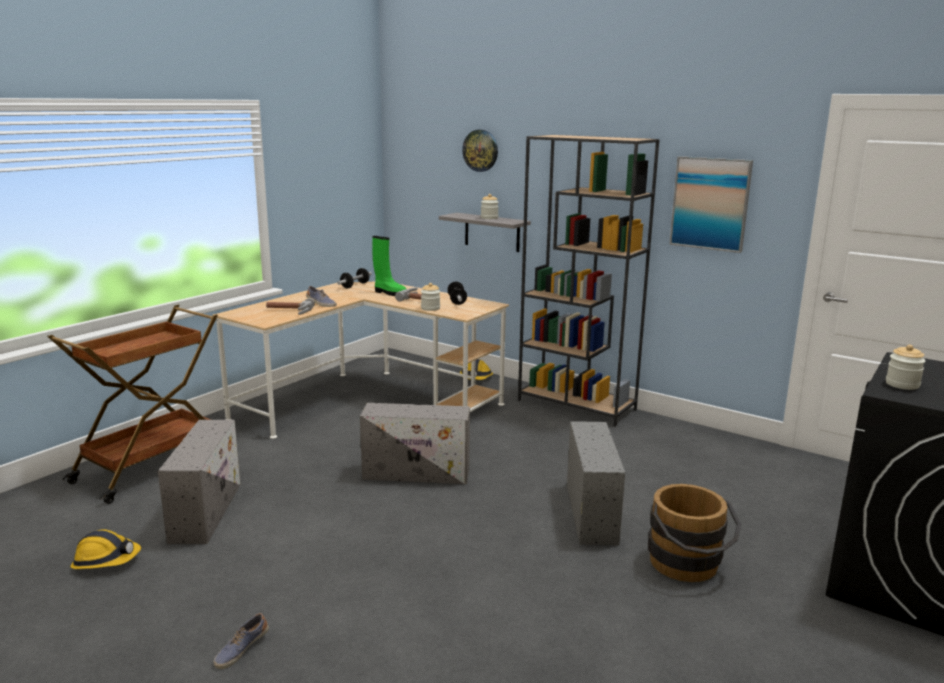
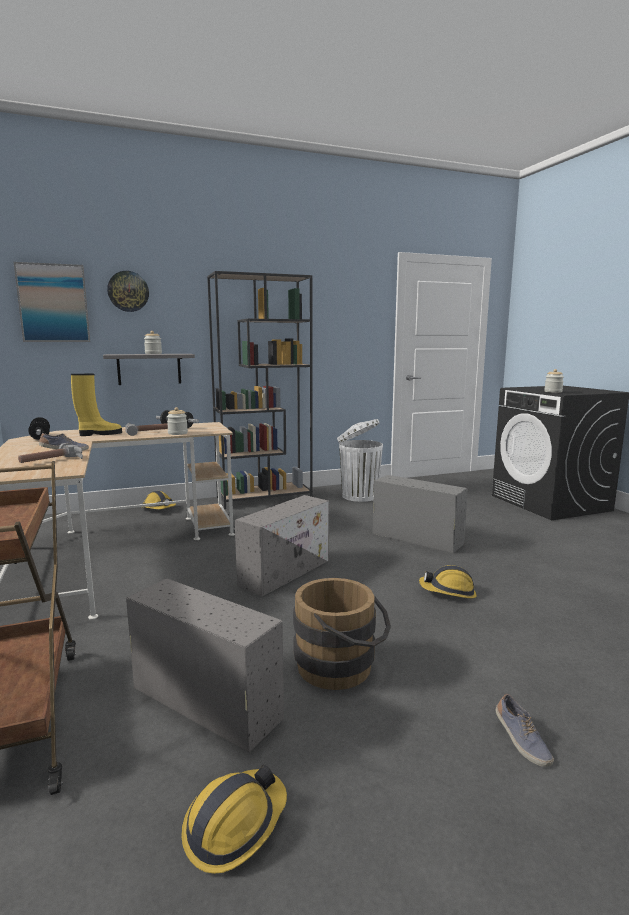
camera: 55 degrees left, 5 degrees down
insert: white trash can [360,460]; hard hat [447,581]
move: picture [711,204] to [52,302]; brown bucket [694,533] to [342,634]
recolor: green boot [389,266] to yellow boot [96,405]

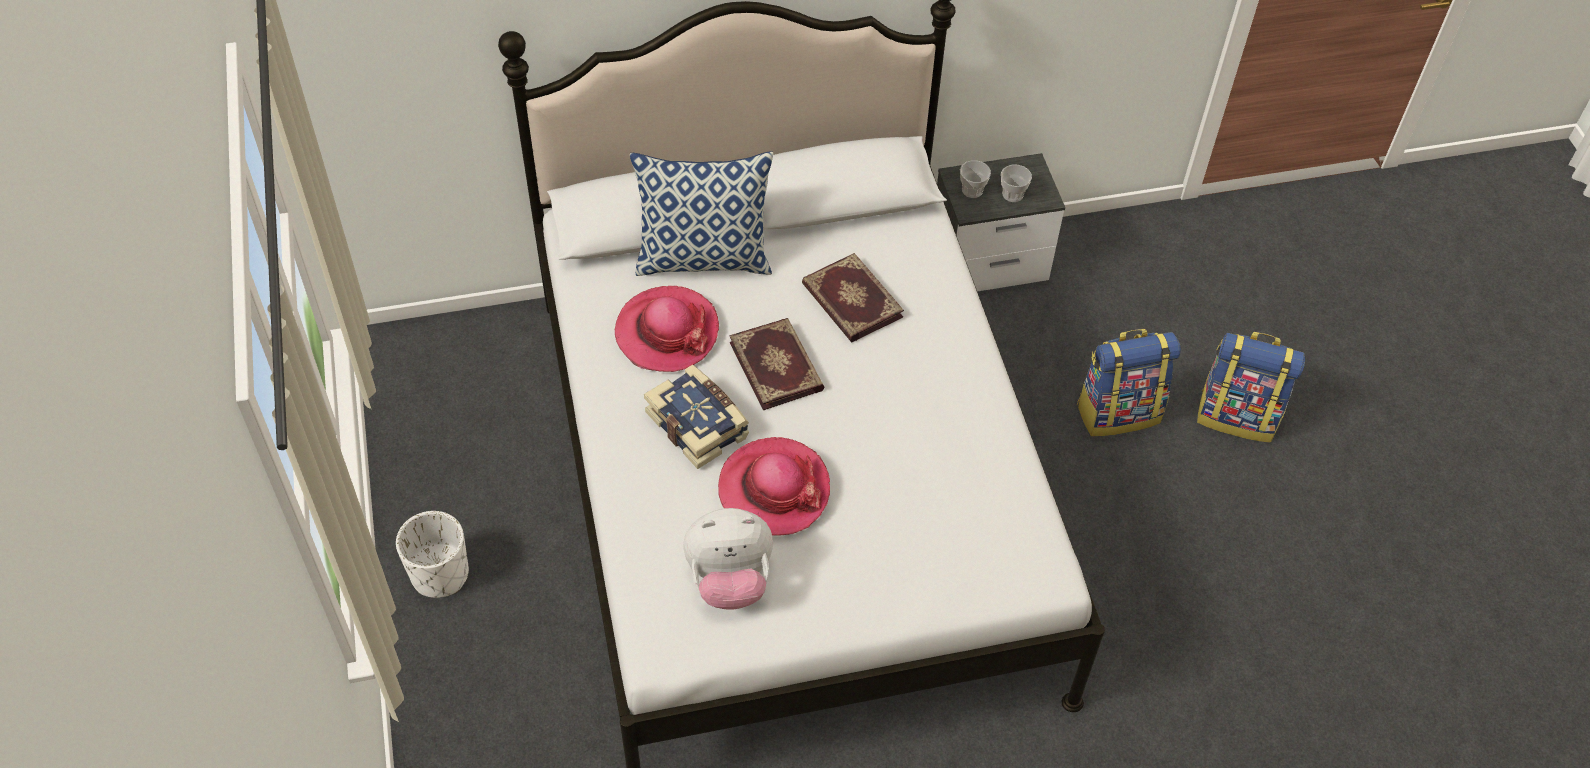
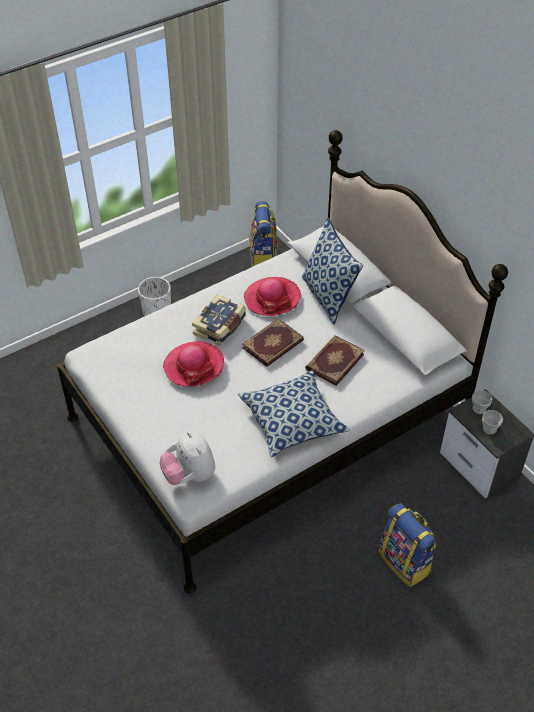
camera: 70 degrees right, 5 degrees down
insert: pillow [294,413]
move: backpack [1251,387] to [264,234]; plush toy [728,559] to [187,458]

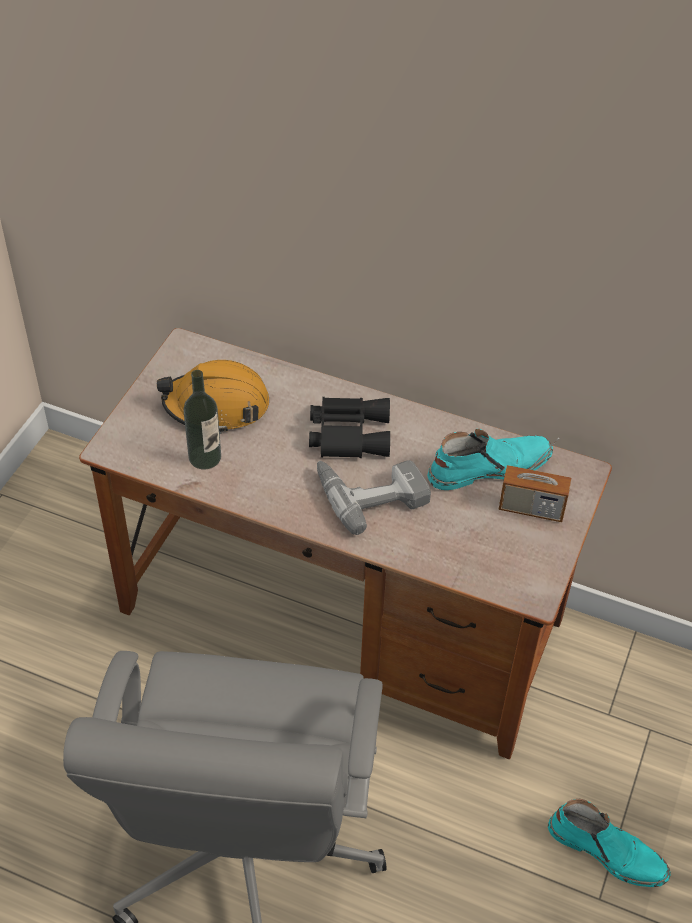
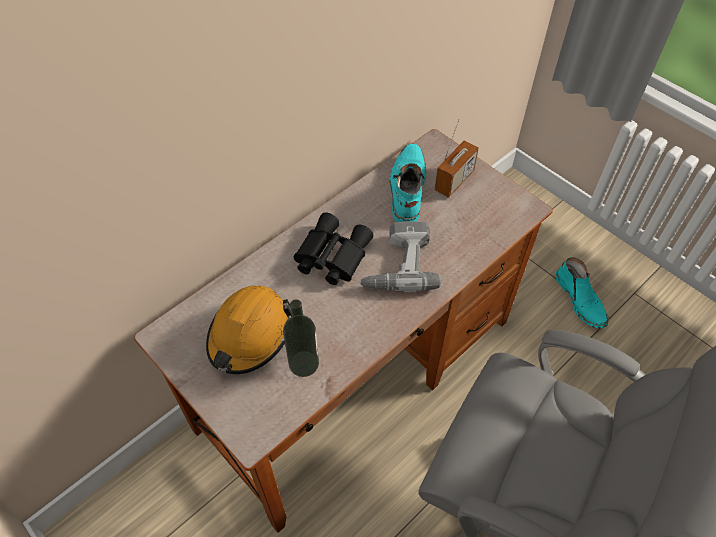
camera: 65 degrees left, 5 degrees up
rotate: turquoise boot [609,843] = [581,292] 105 degrees clockwise

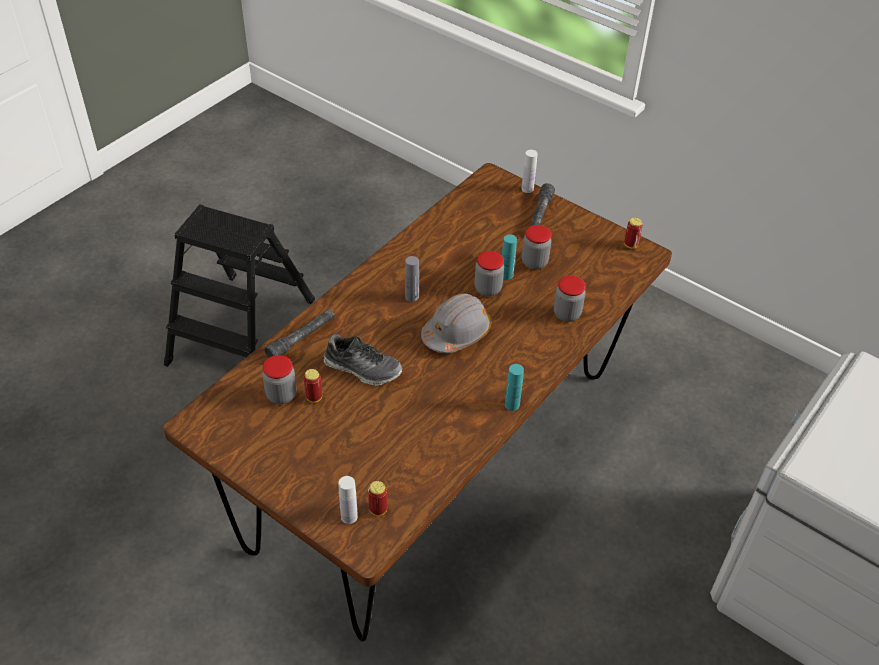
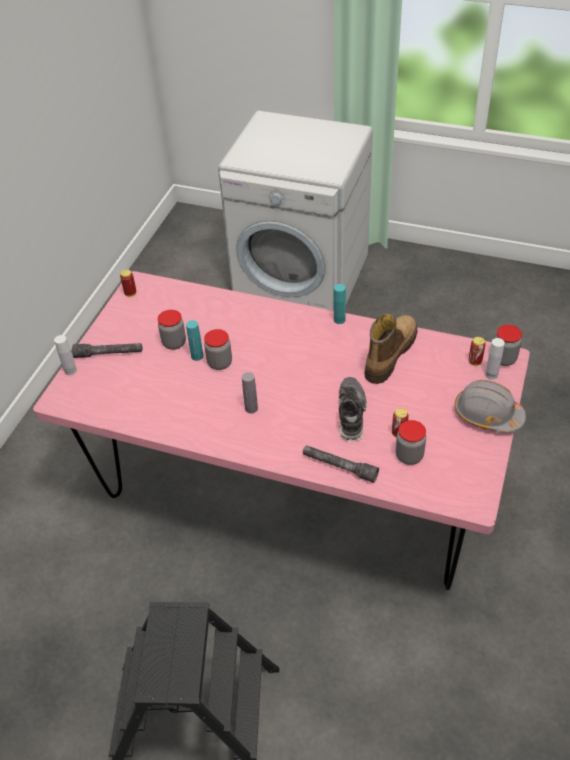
camera: 105 degrees left, 0 degrees up
insert: boot [390,349]
move: jar [570,299] to [508,345]; grey hard hat [456,323] to [490,406]
recolor: brown dining table [417,402] to pink dining table [281,430]

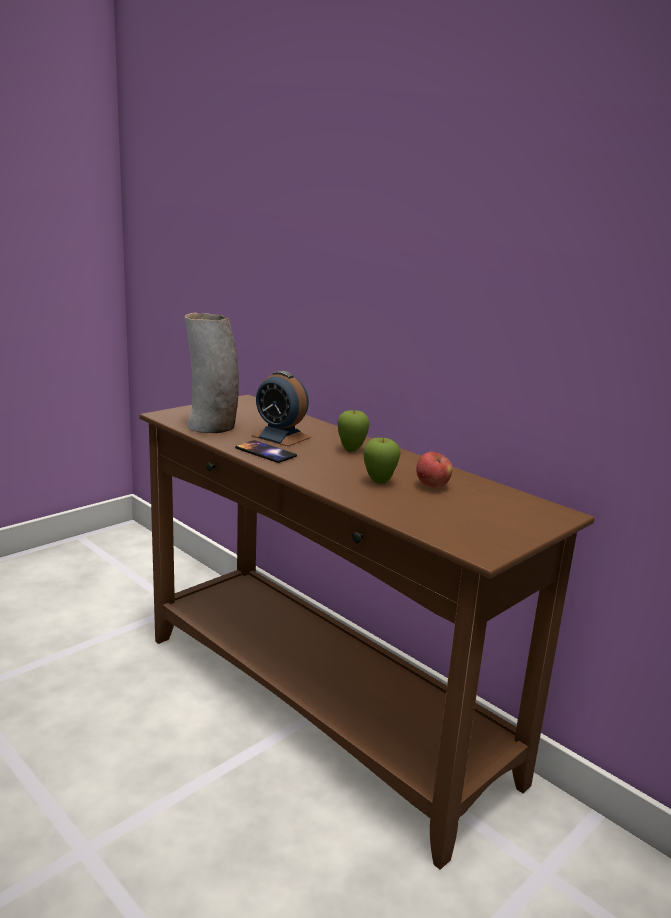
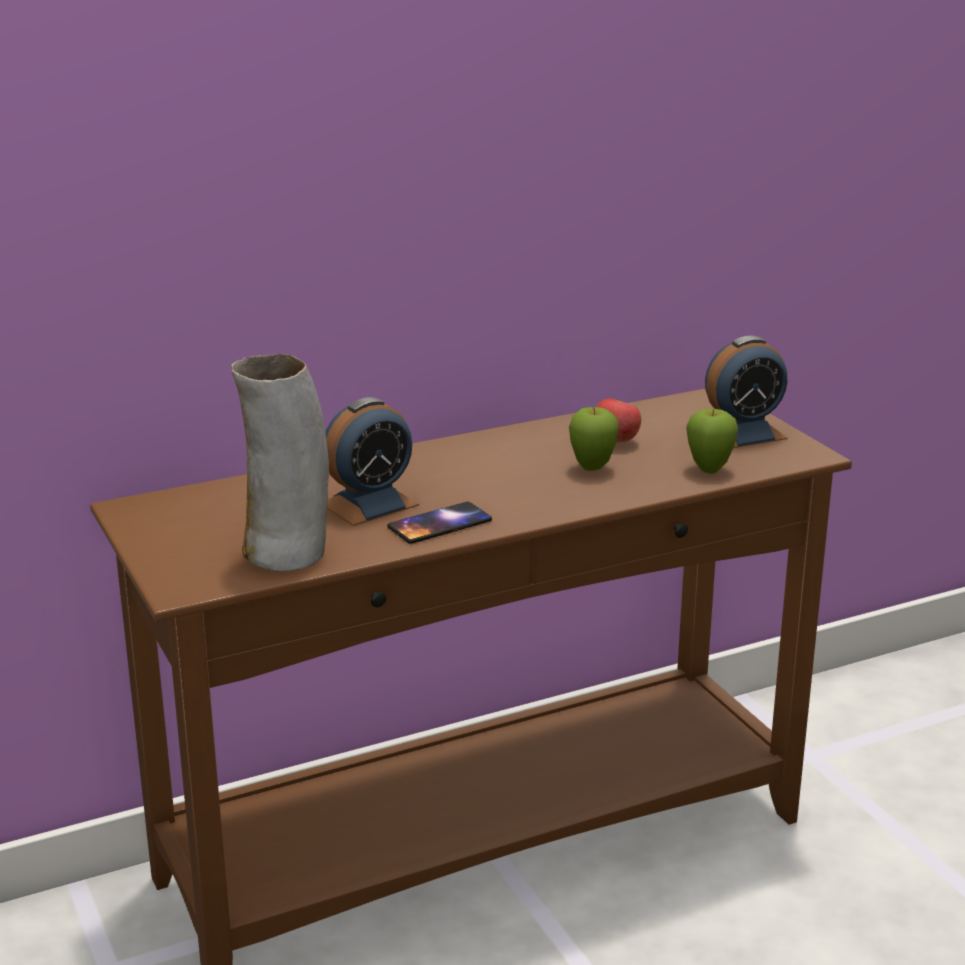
camera: 70 degrees left, 5 degrees up
insert: alarm clock [746,392]
move: apple [353,431] to [712,441]

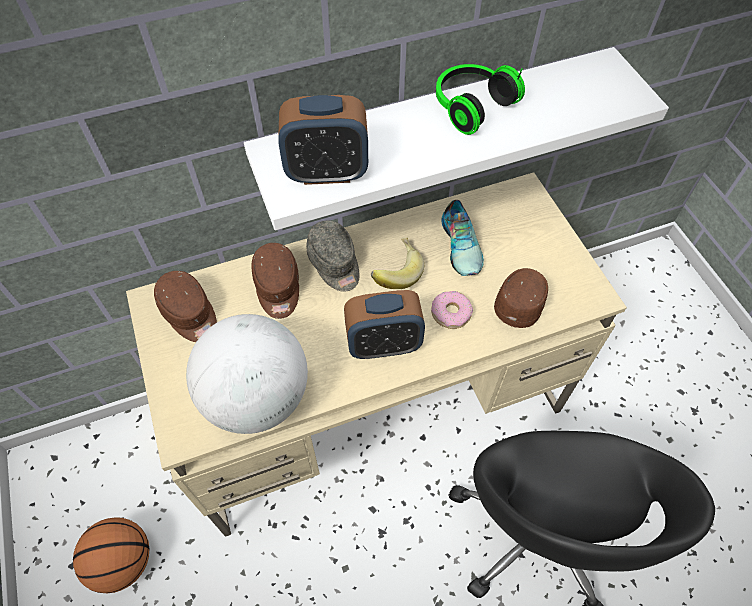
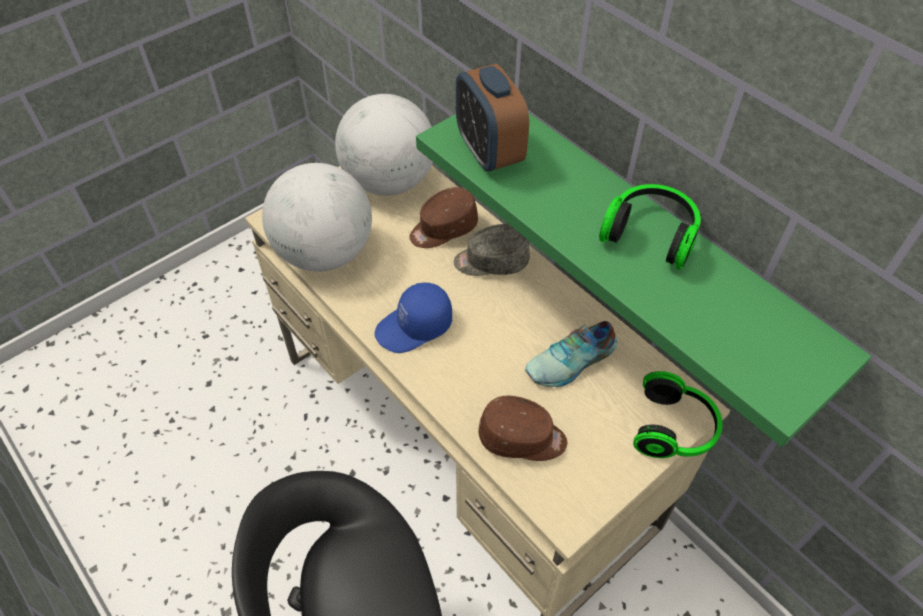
camera: 70 degrees right, 5 degrees down
delete: banana [397,263]; donut [452,310]; basketball [111,555]
insert: headphones [678,414]
replace: brown cap [185,306] to globe [384,145]; alarm clock [384,324] to blue cap [413,318]
recolor: white shelf [456,138] to green shelf [644,279]
rotate: grey cap [332,256] = [492,250] 45 degrees clockwise

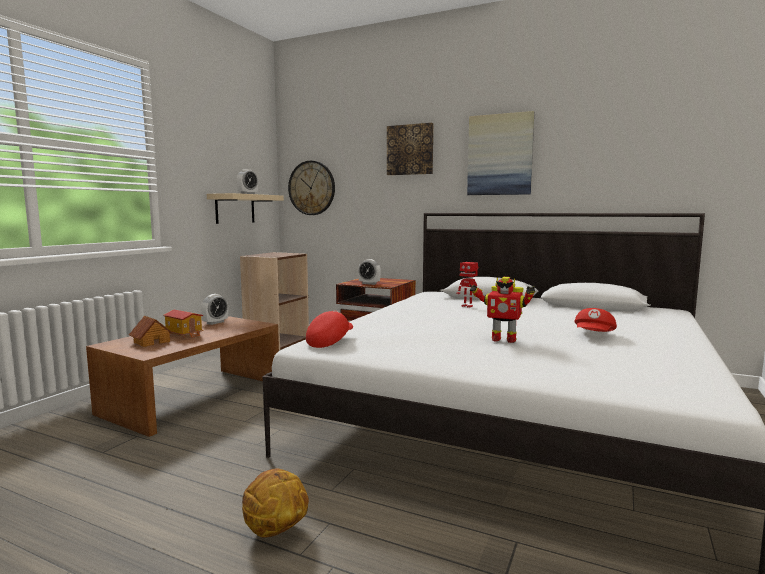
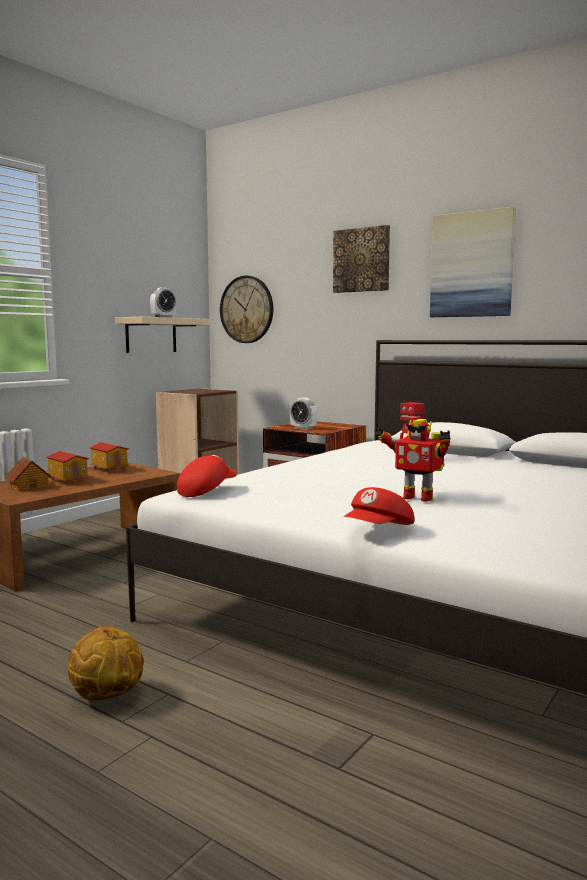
camera: 10 degrees right, 0 degrees up
move: red cap [596,320] to [379,506]
replace: alarm clock [214,309] to toy house [109,457]

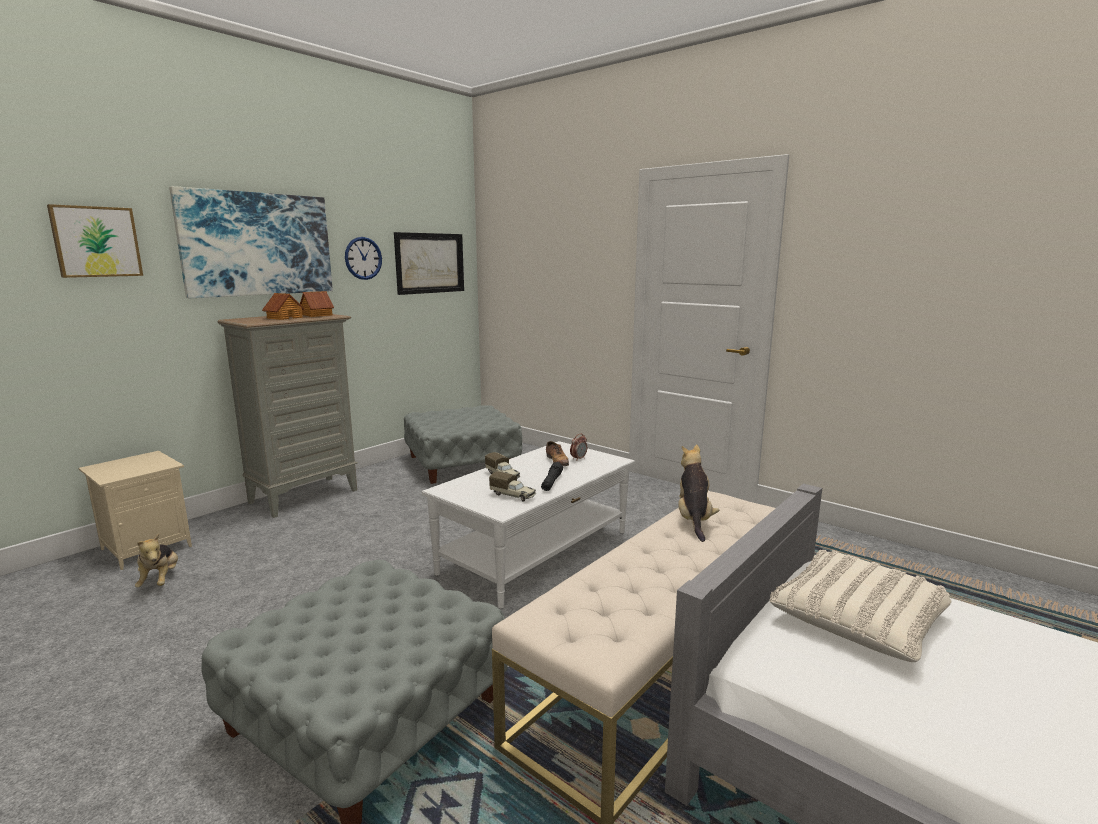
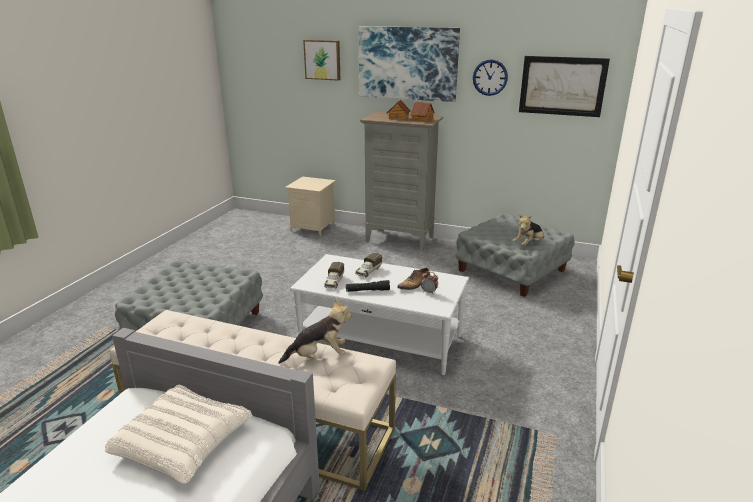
camera: 70 degrees right, 10 degrees up
move: plush toy [156,560] to [528,230]

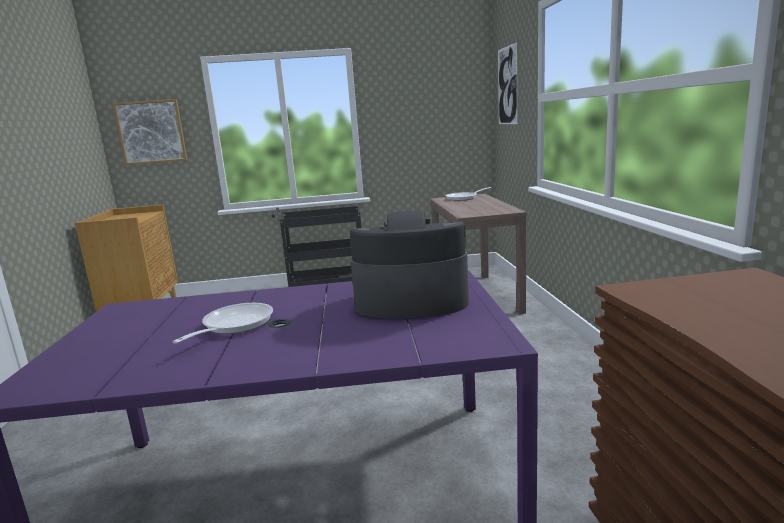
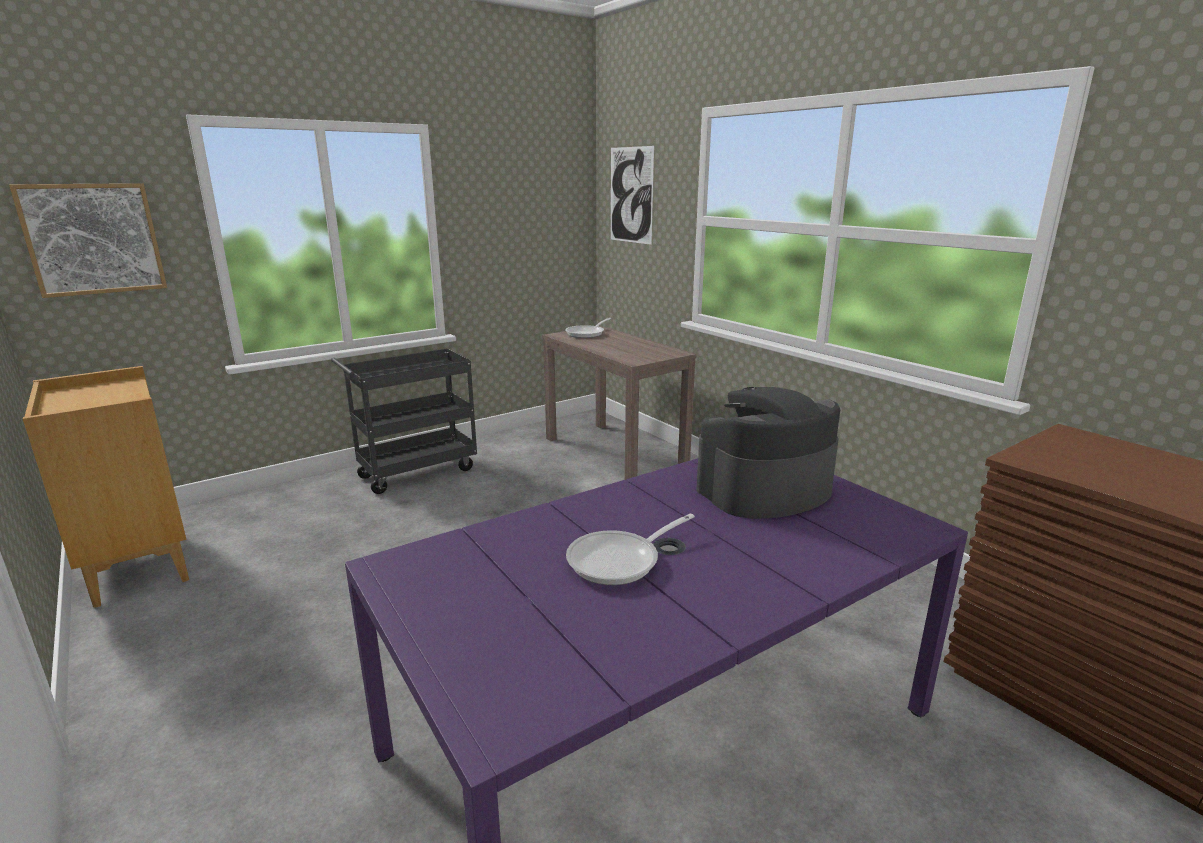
camera: 30 degrees left, 5 degrees up
rotate: frying pan [223,323] = [630,549] 120 degrees counterclockwise

